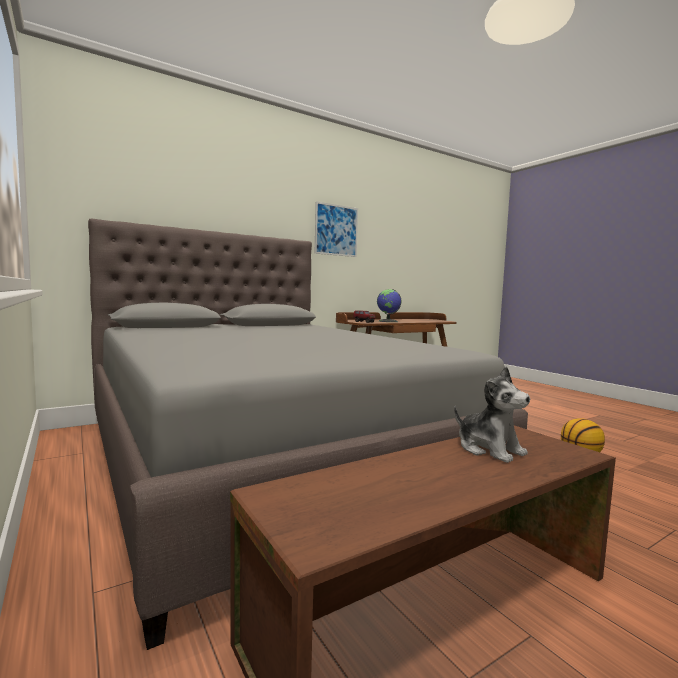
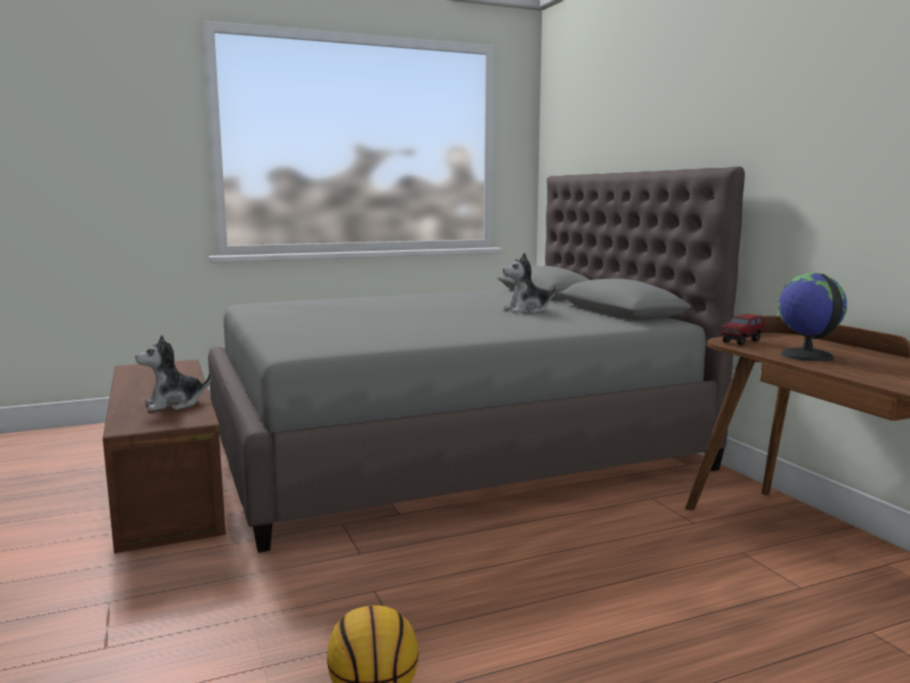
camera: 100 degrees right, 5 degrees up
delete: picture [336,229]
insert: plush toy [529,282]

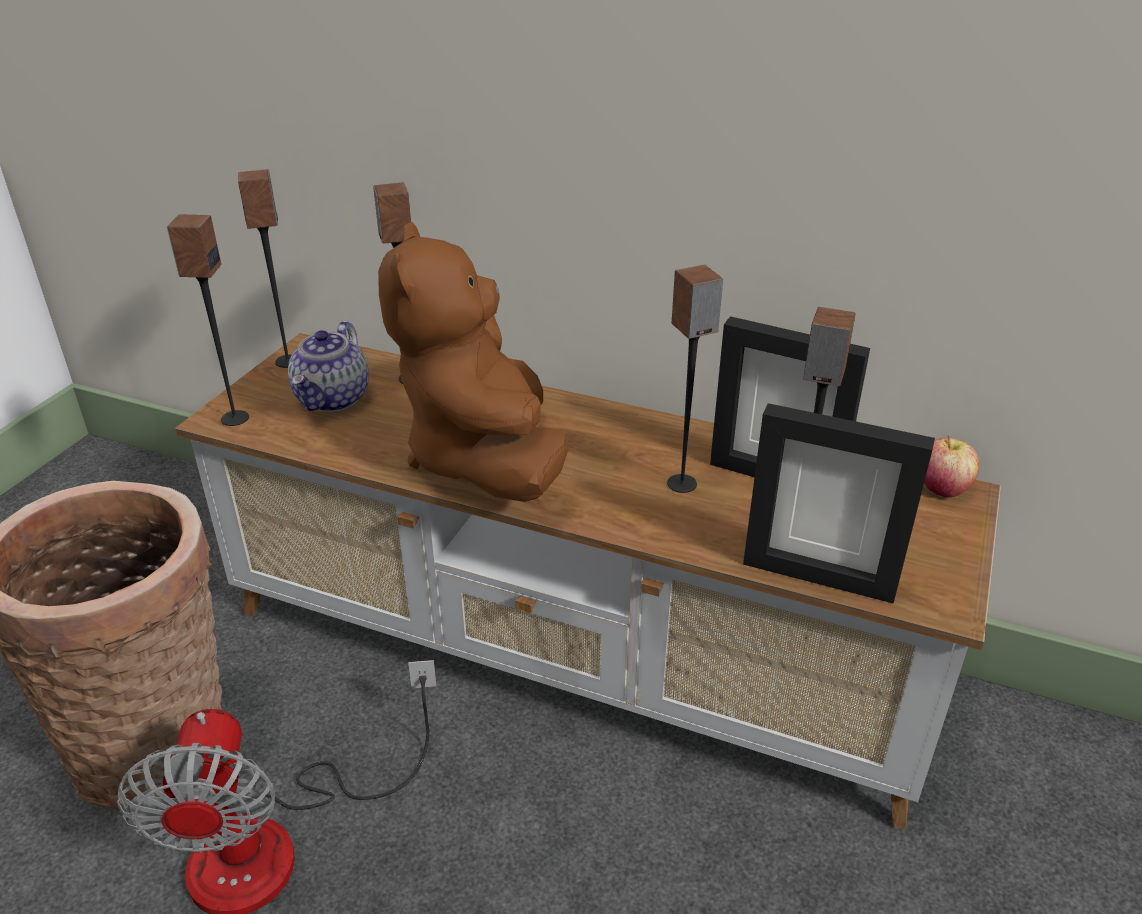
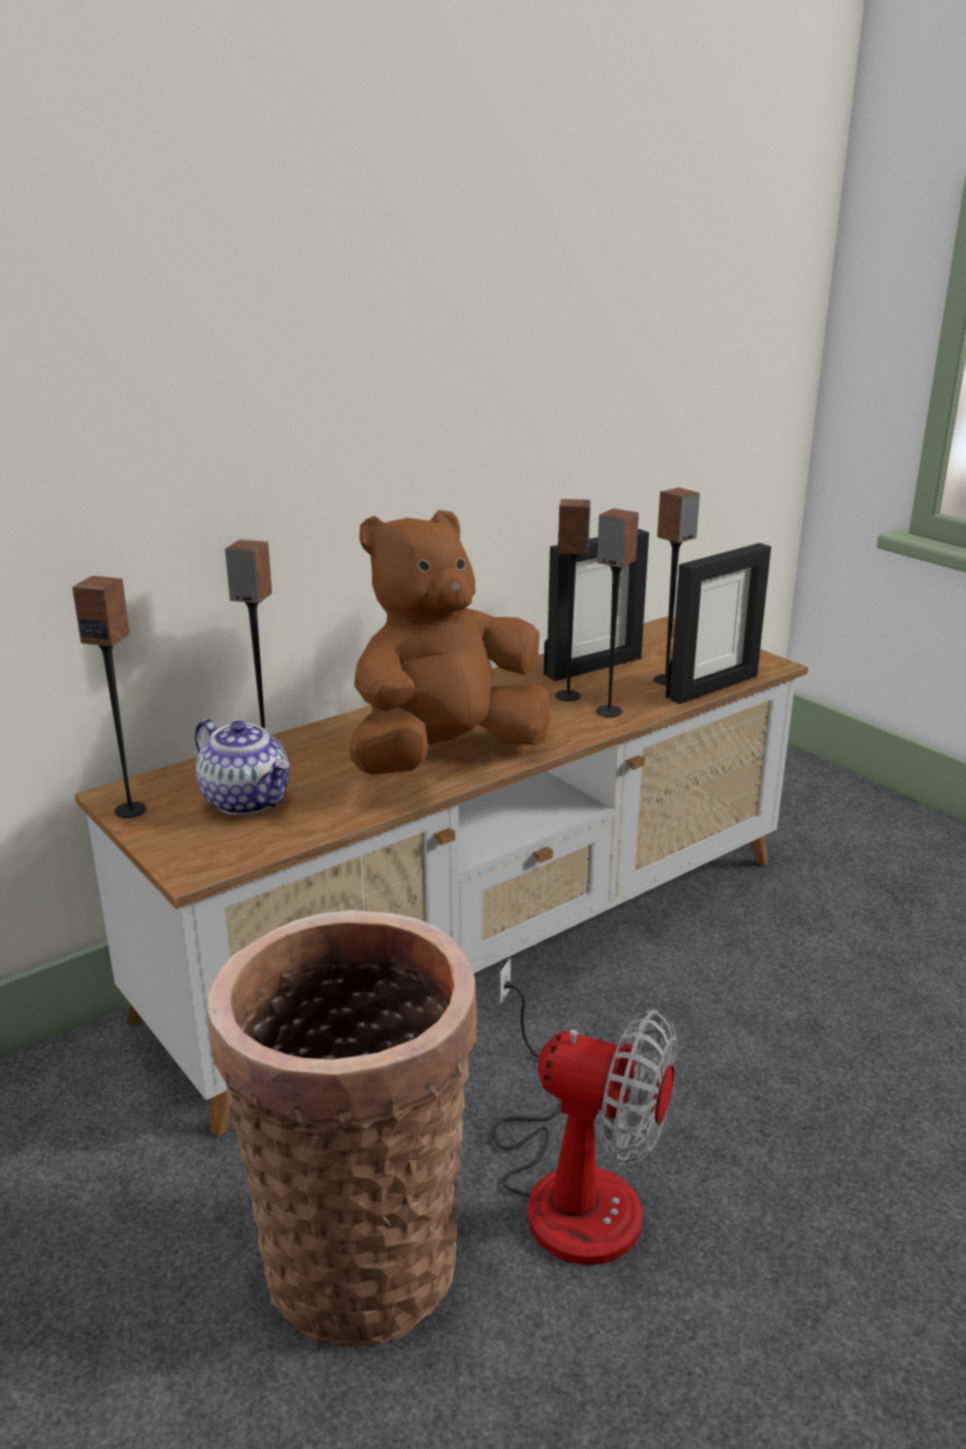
camera: 60 degrees left, 10 degrees down
delete: apple [952,466]
move: speaker [208,320] to [617,612]
rotate: brown plush toy [473,362] = [450,642] 120 degrees clockwise

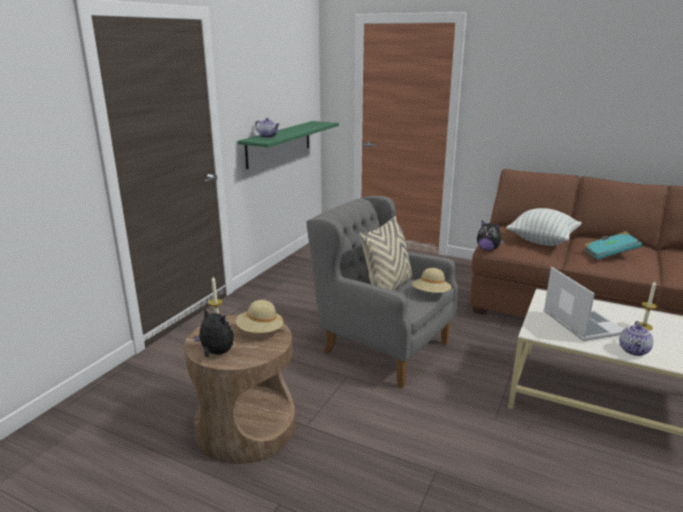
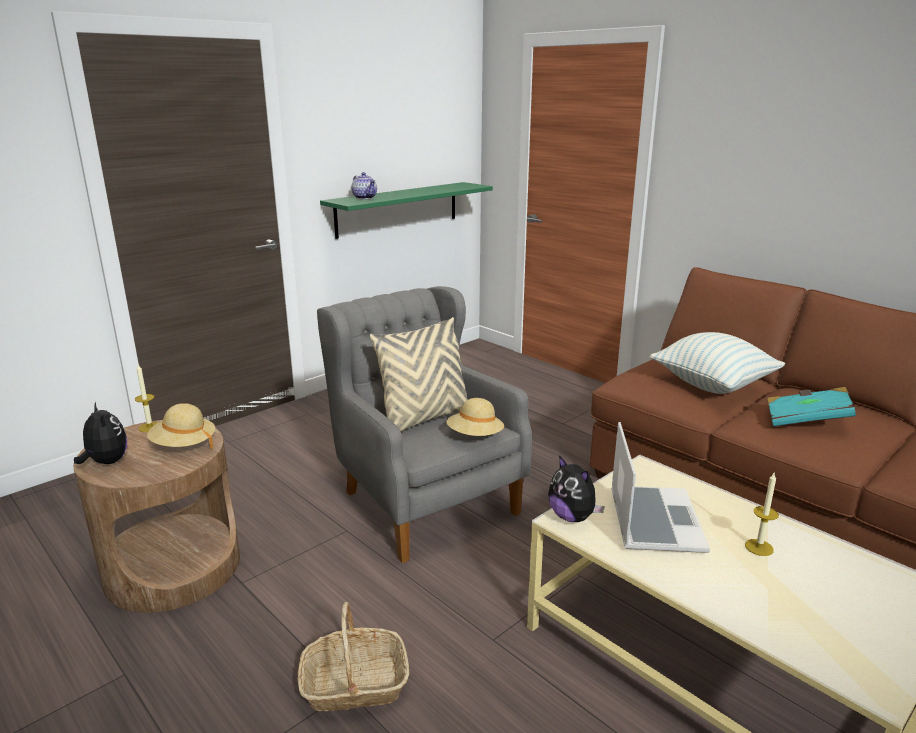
camera: 20 degrees right, 0 degrees up
delete: teapot [636,338]
insert: basket [353,656]
move: plush toy [491,236] to [576,488]

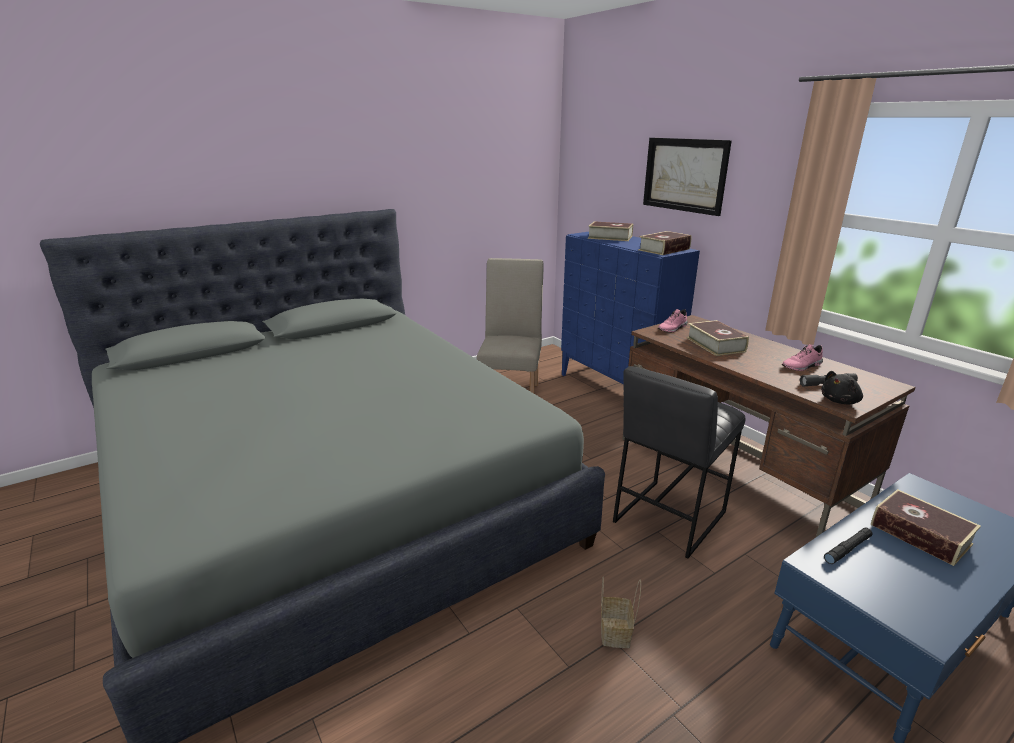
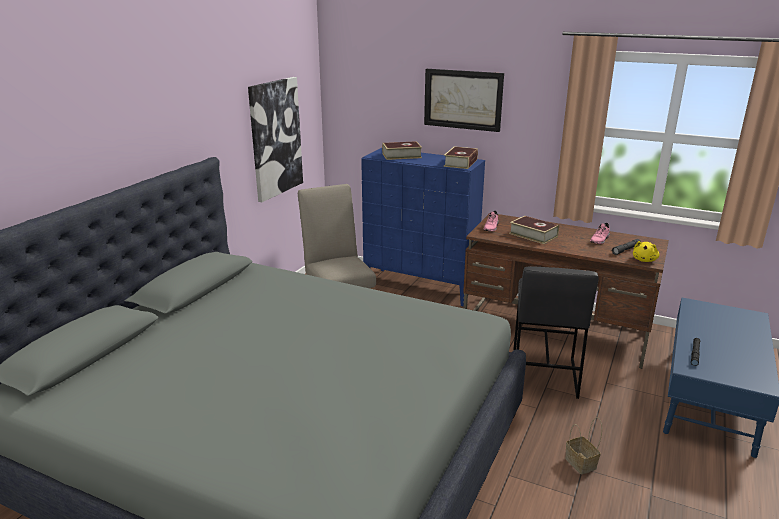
camera: 30 degrees left, 0 degrees up
delete: book [926,527]
insert: picture [275,139]
recolor: black plush toy [842,387] to yellow plush toy [646,251]

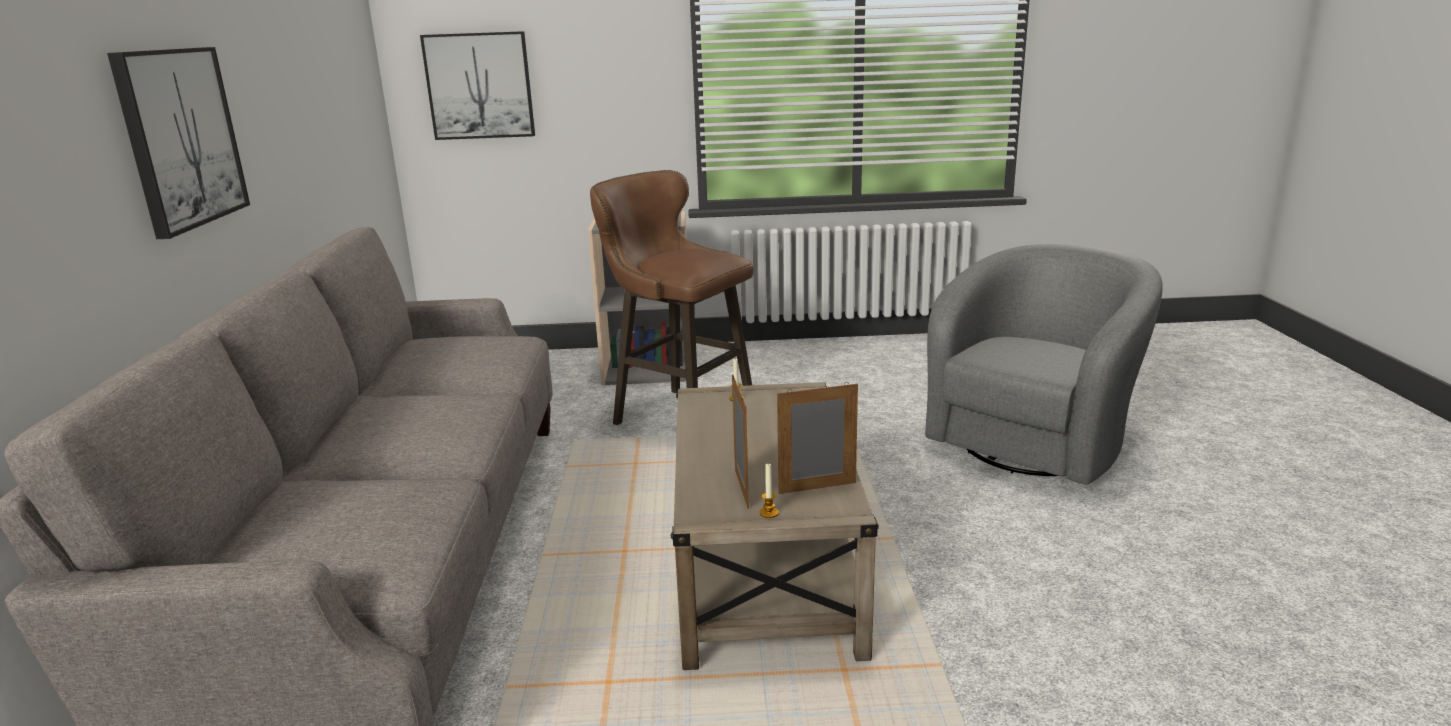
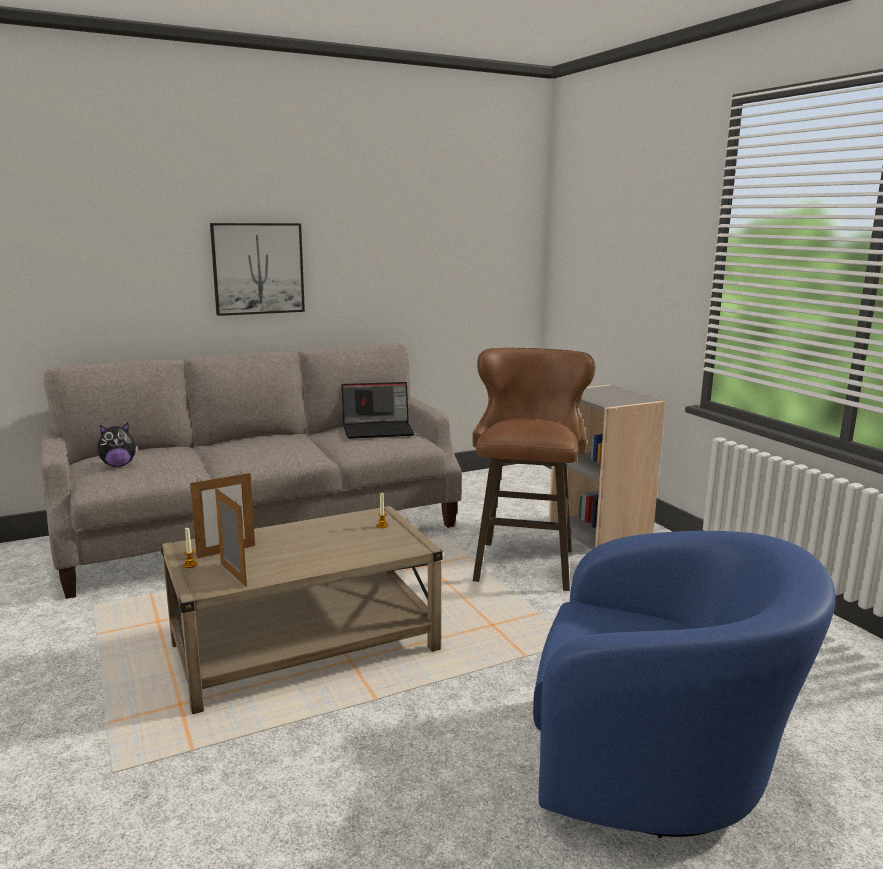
camera: 65 degrees right, 5 degrees down
delete: picture [477,85]
insert: laptop [378,410]; plush toy [118,445]
recolor: grey armchair [1044,364] to blue armchair [684,684]

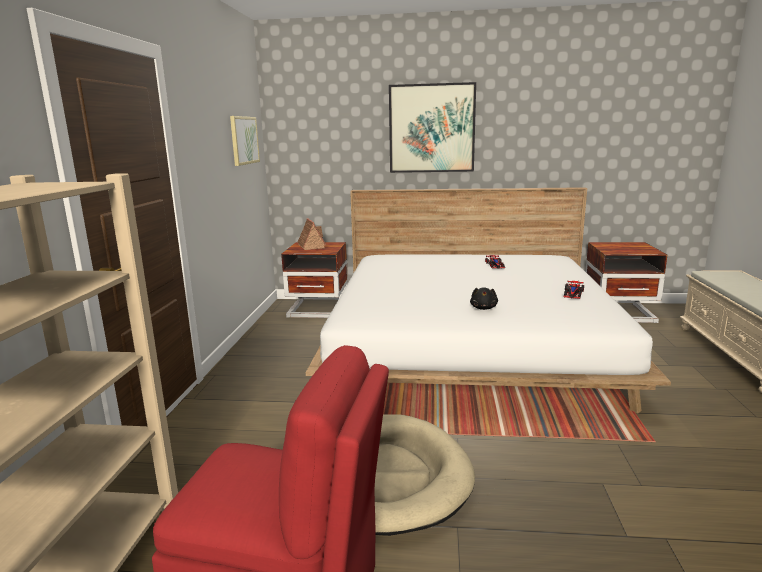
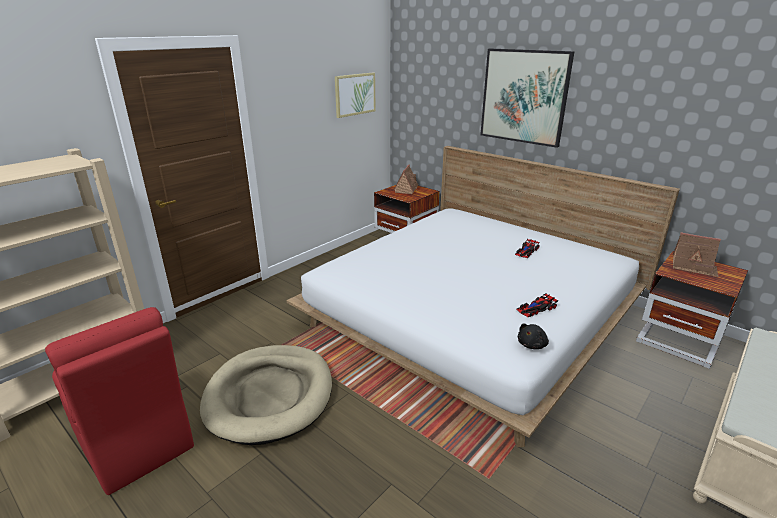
camera: 35 degrees right, 10 degrees up
insert: toy house [697,254]
move: black plush toy [484,298] to [533,336]

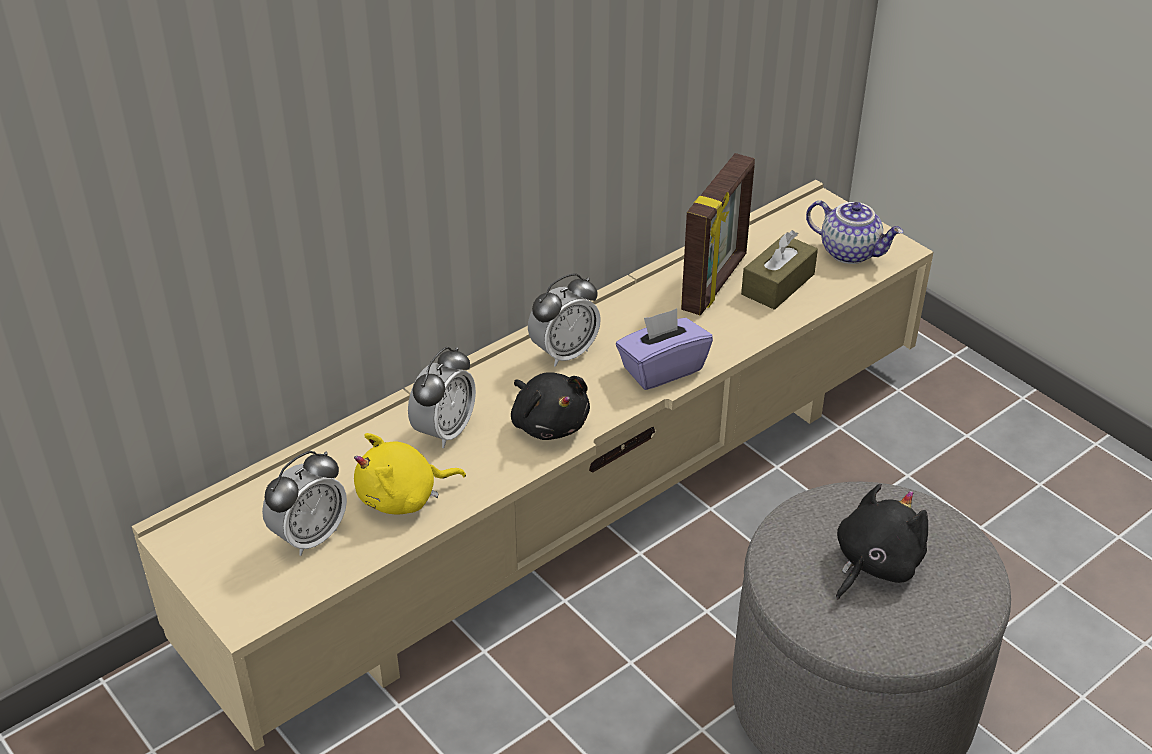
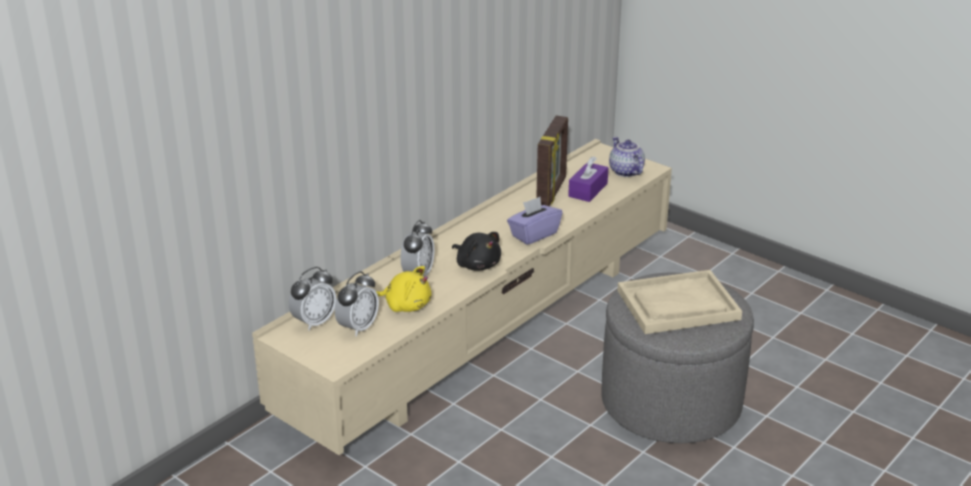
camera: 10 degrees left, 10 degrees down
move: alarm clock [564,320] to [312,299]
replace: black plush toy [882,542] to beige tray [679,302]
recolor: brown tissue box [779,270] to purple tissue box [588,179]
rotate: teapot [854,232] = [627,157] 135 degrees counterclockwise; yellow plush toy [410,474] = [404,289] 135 degrees counterclockwise

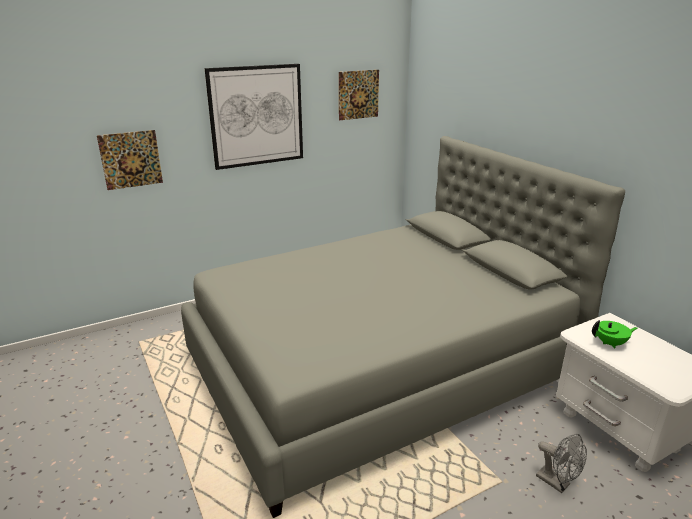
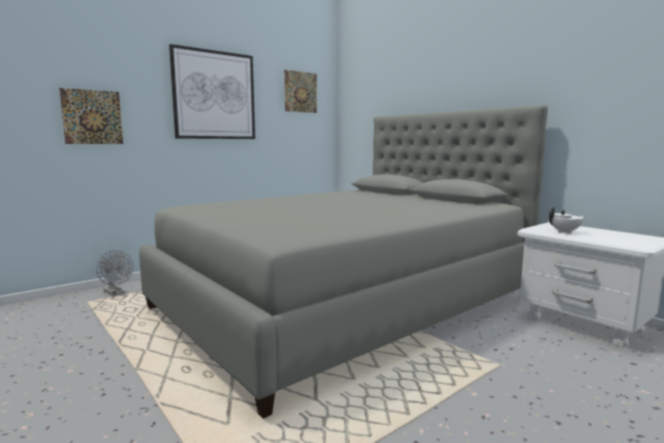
camera: 10 degrees left, 15 degrees down
move: grey fan [561,463] to [115,273]
recolor: green teapot [614,334] to white teapot [566,220]

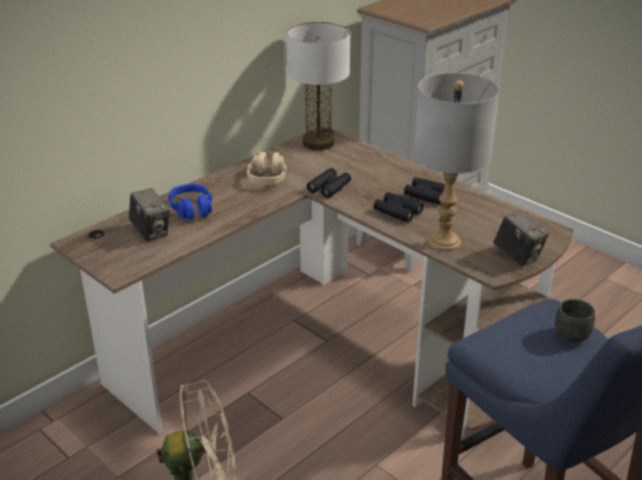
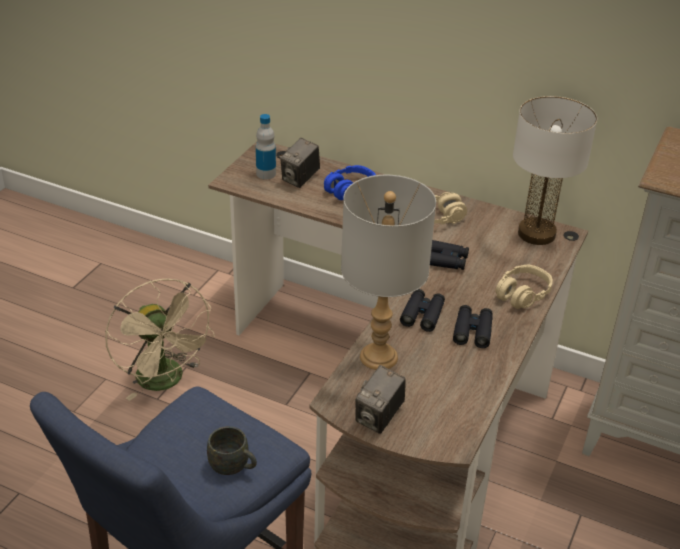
camera: 70 degrees right, 5 degrees up
insert: bottle [266,146]; beige headphones [524,287]

